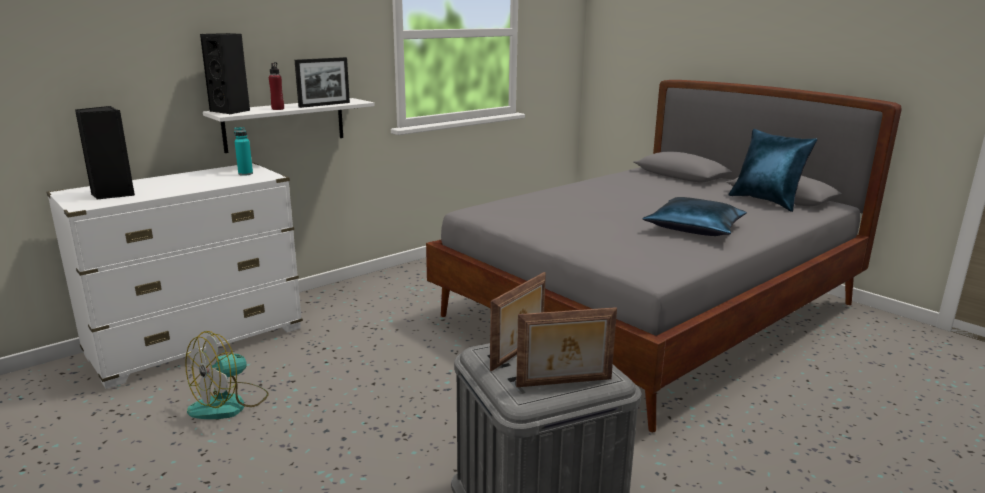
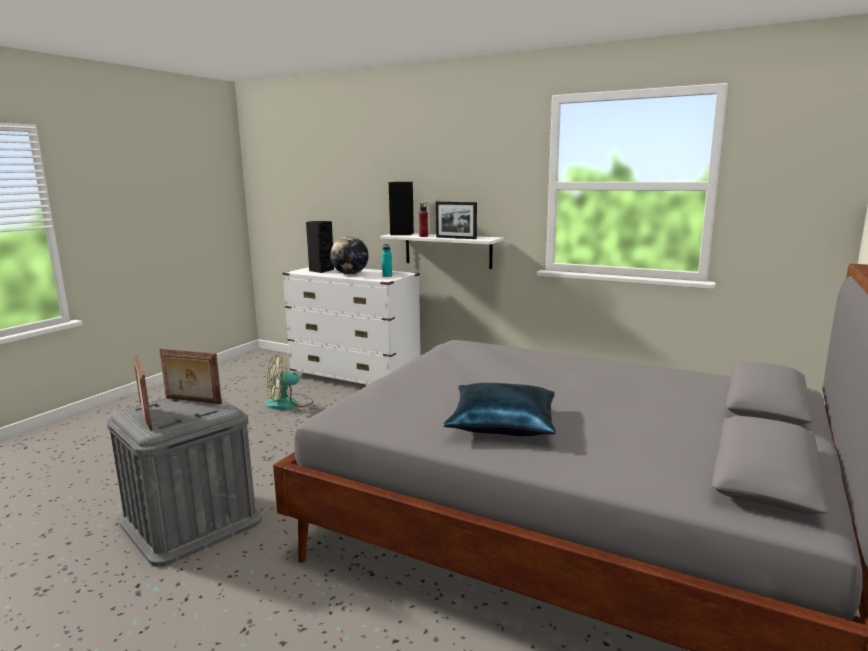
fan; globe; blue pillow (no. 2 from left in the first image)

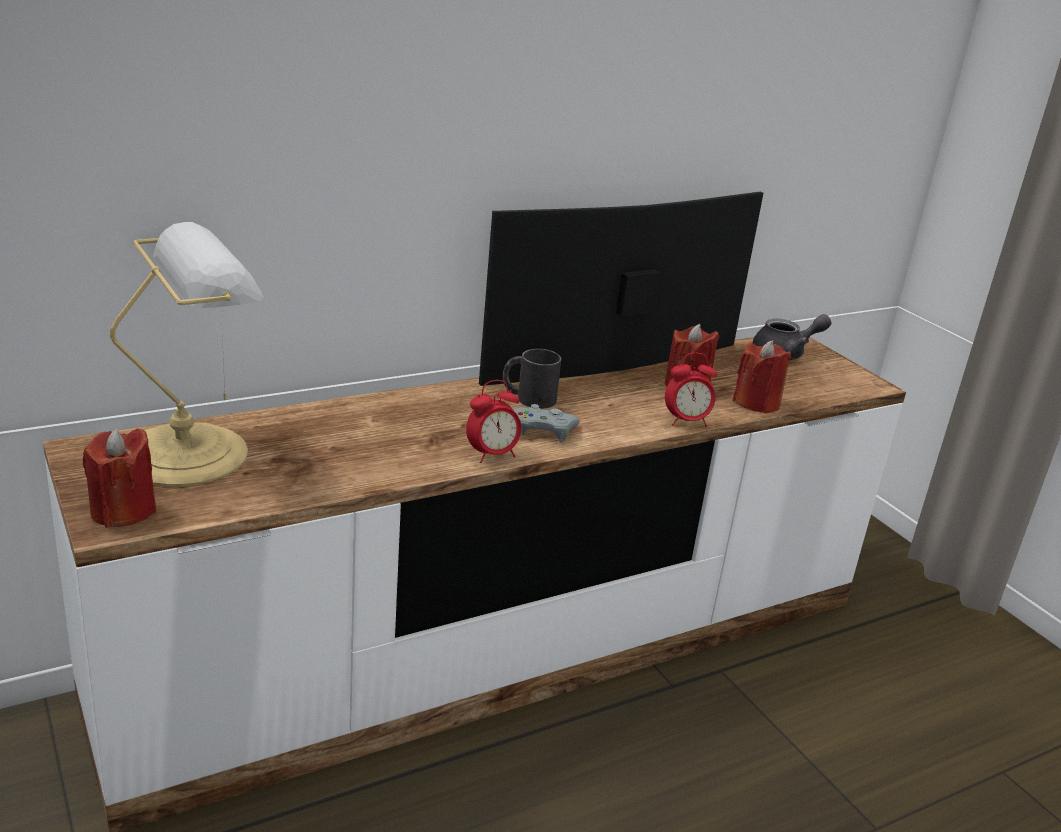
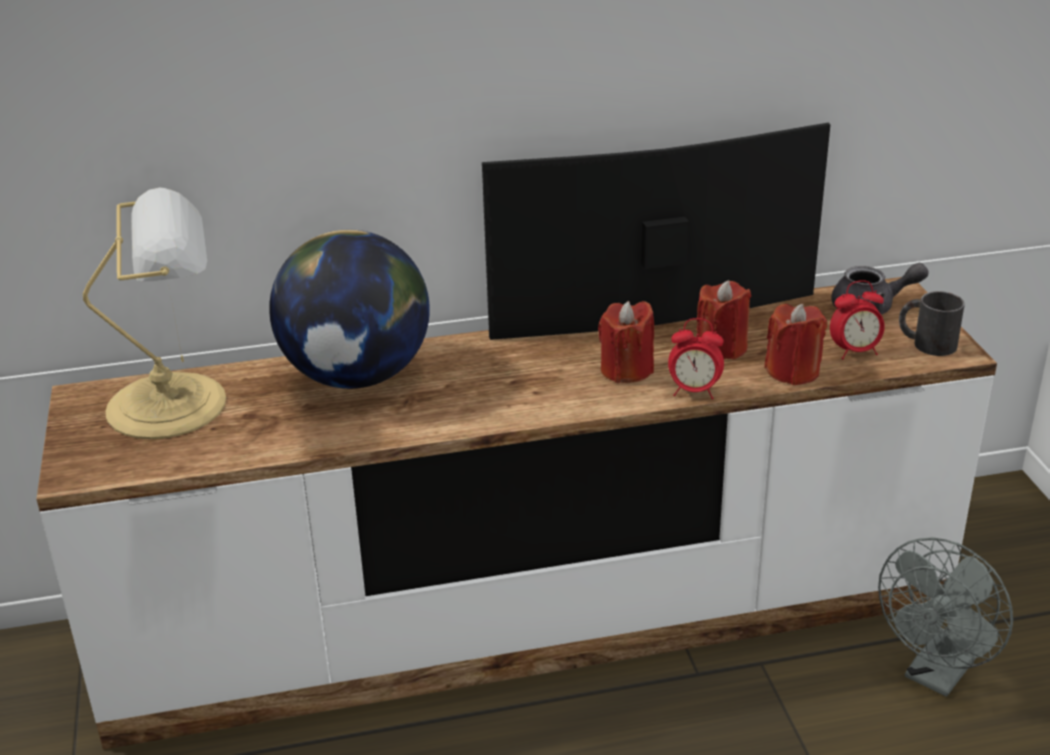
globe; red candle (no. 1 from left); alarm clock (no. 2 from left); grey fan; black mug; grey game controller

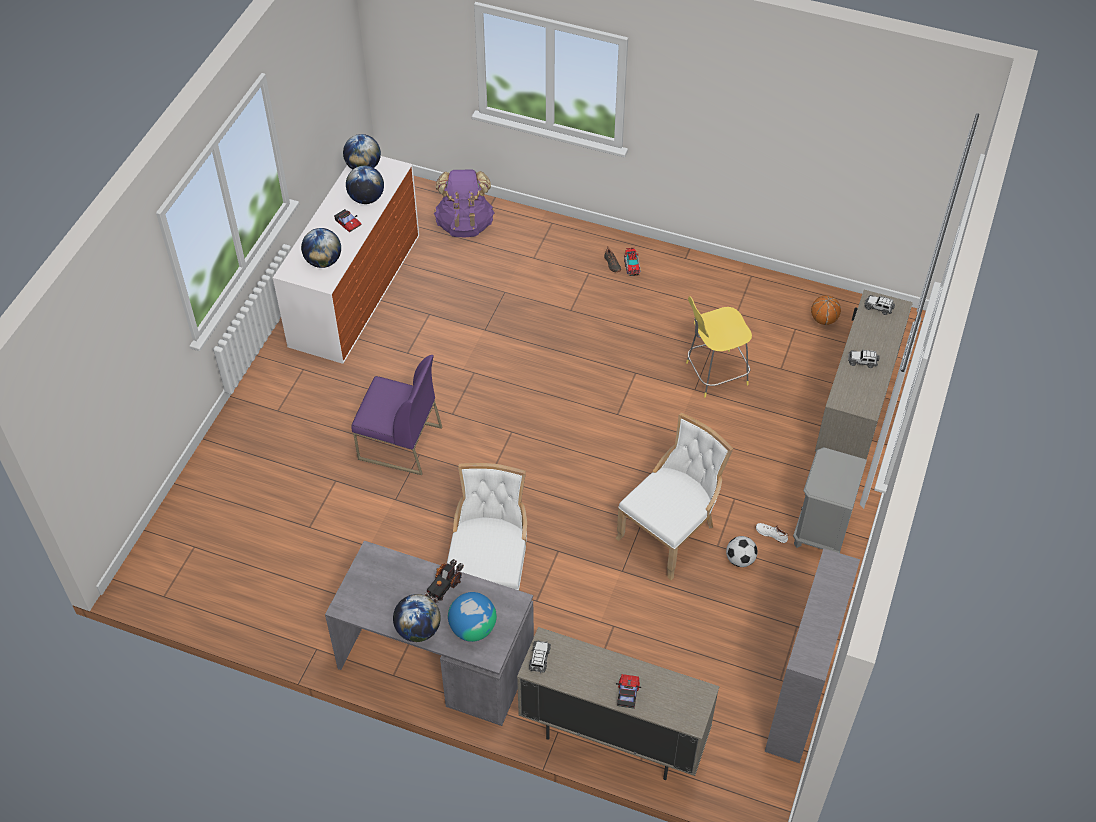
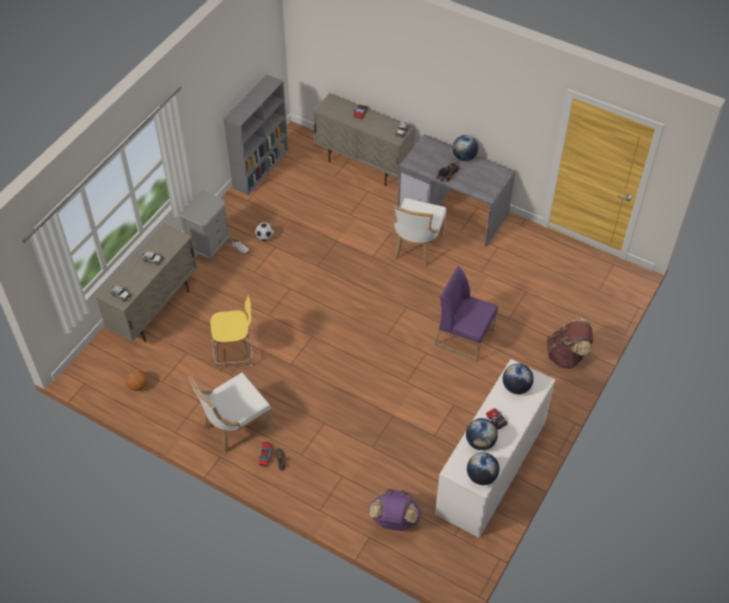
white chair (no. 1 from left); brown backpack; globe (no. 5 from left in the first image)

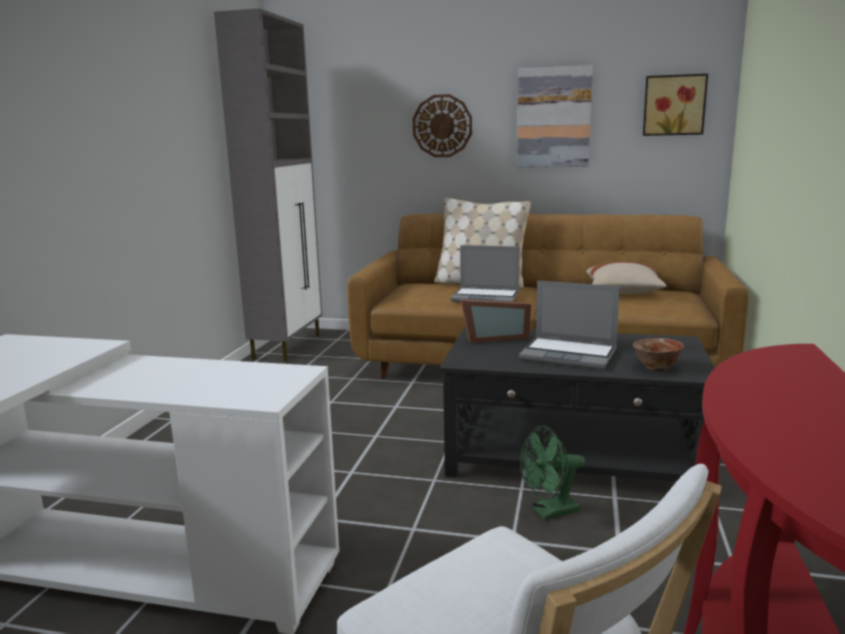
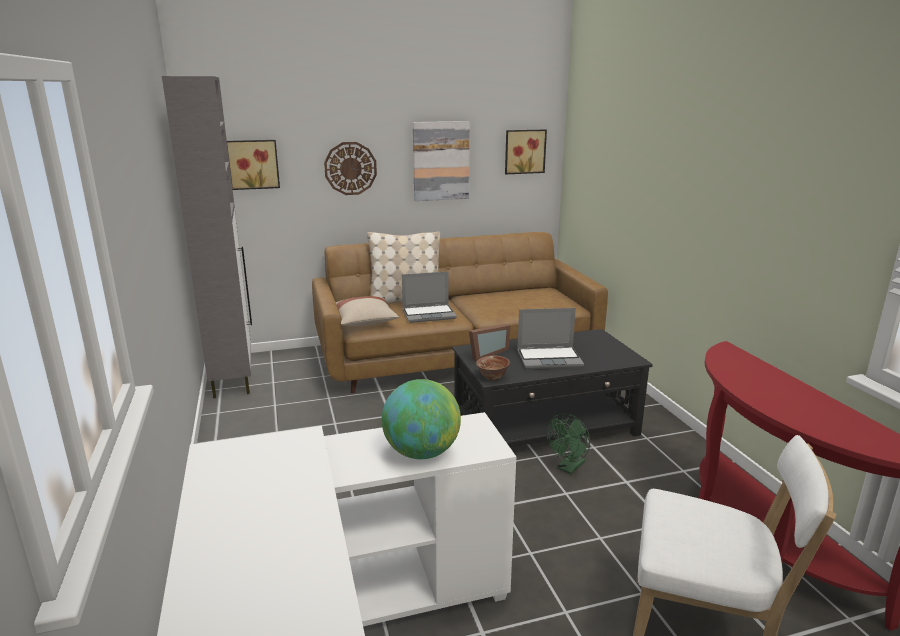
picture (no. 1 from left); beige pillow (no. 1 from left); globe; bowl

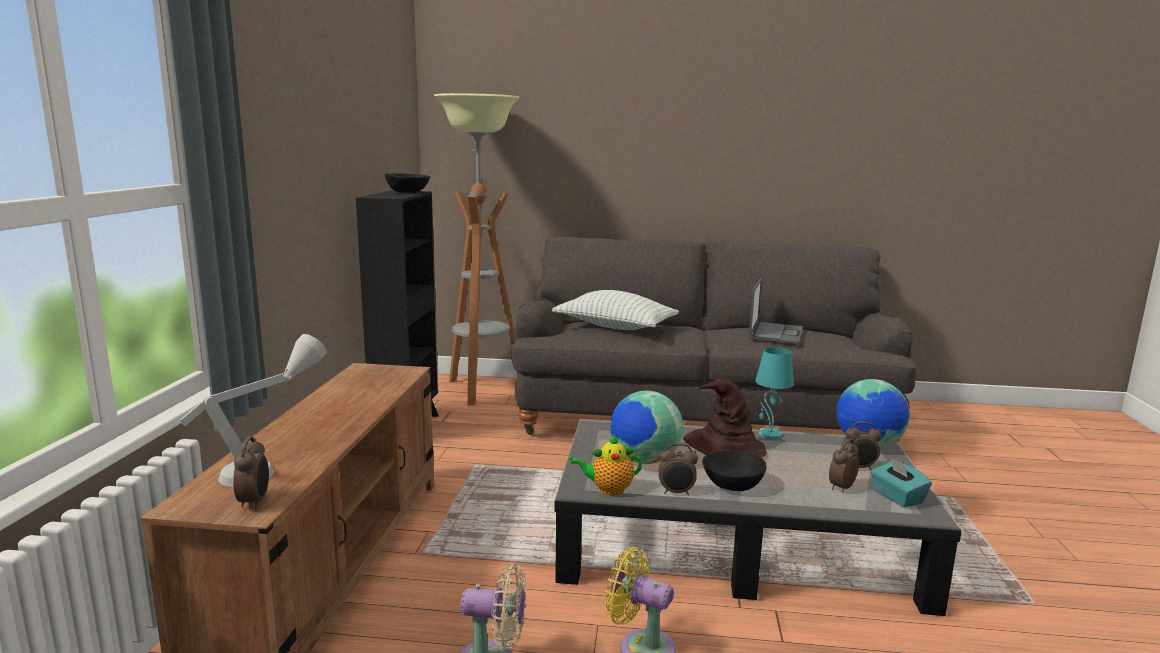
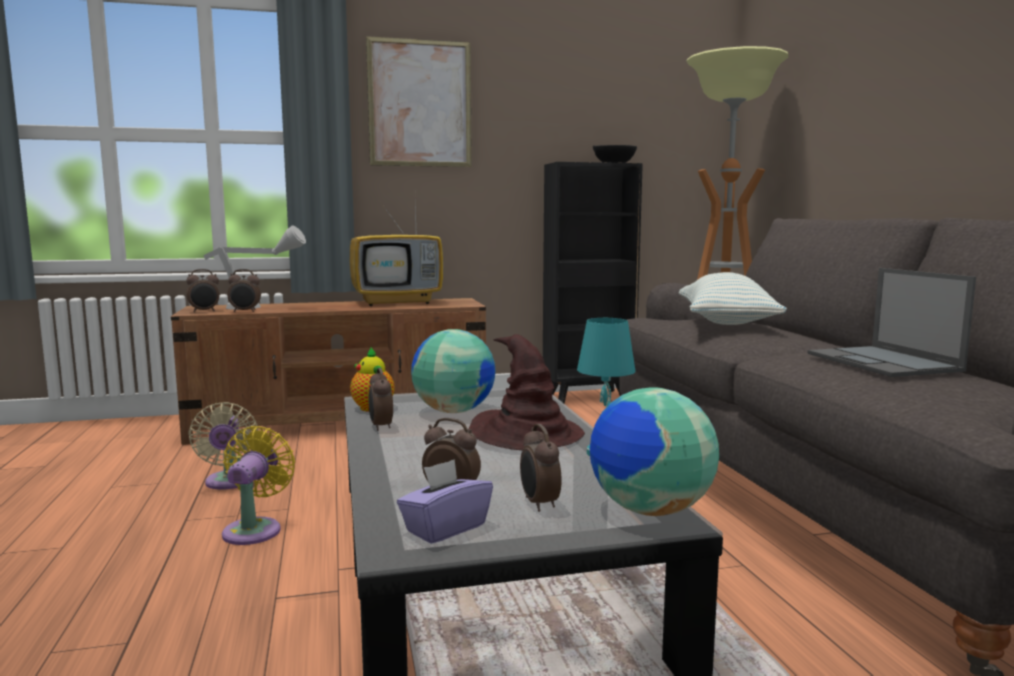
alarm clock (no. 2 from left); television; picture; purple tissue box; laptop; black bowl (no. 2 from left in the first image)

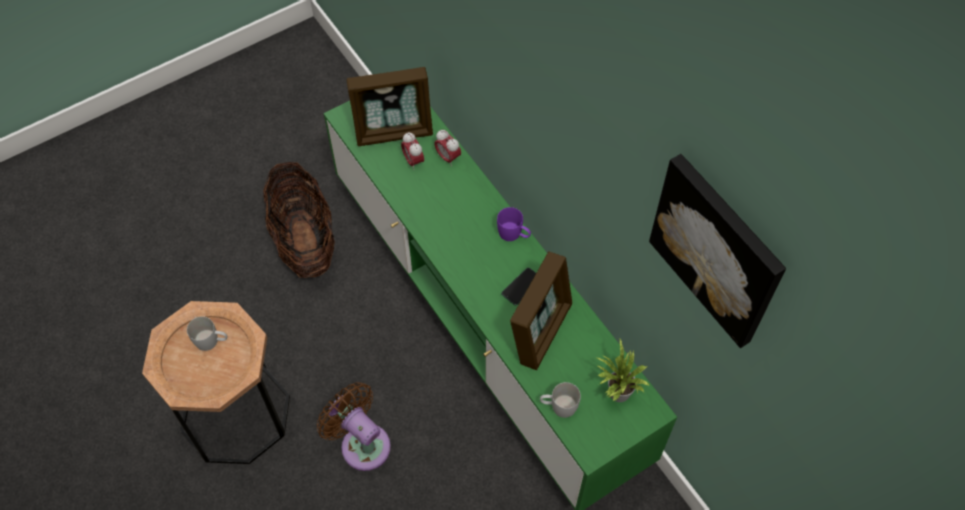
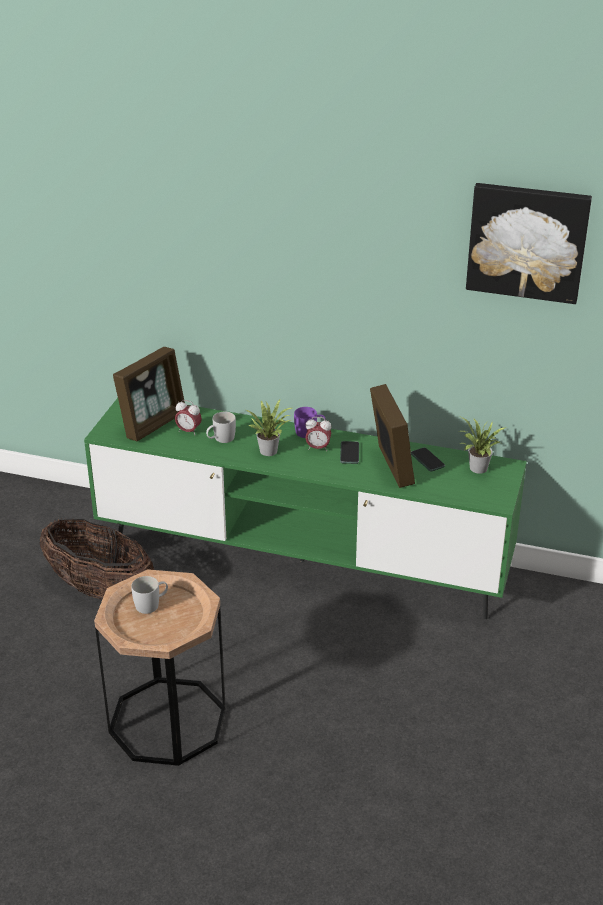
white mug (no. 2 from left); potted plant (no. 1 from left); alarm clock (no. 2 from left); phone (no. 2 from left); brown fan

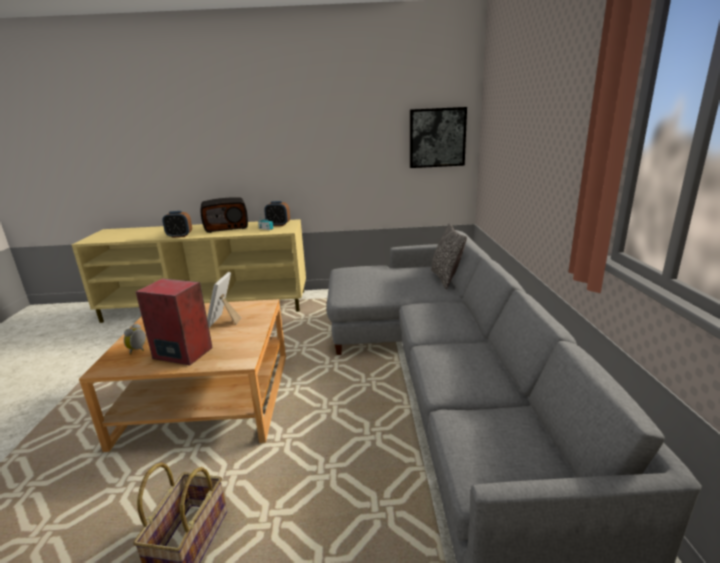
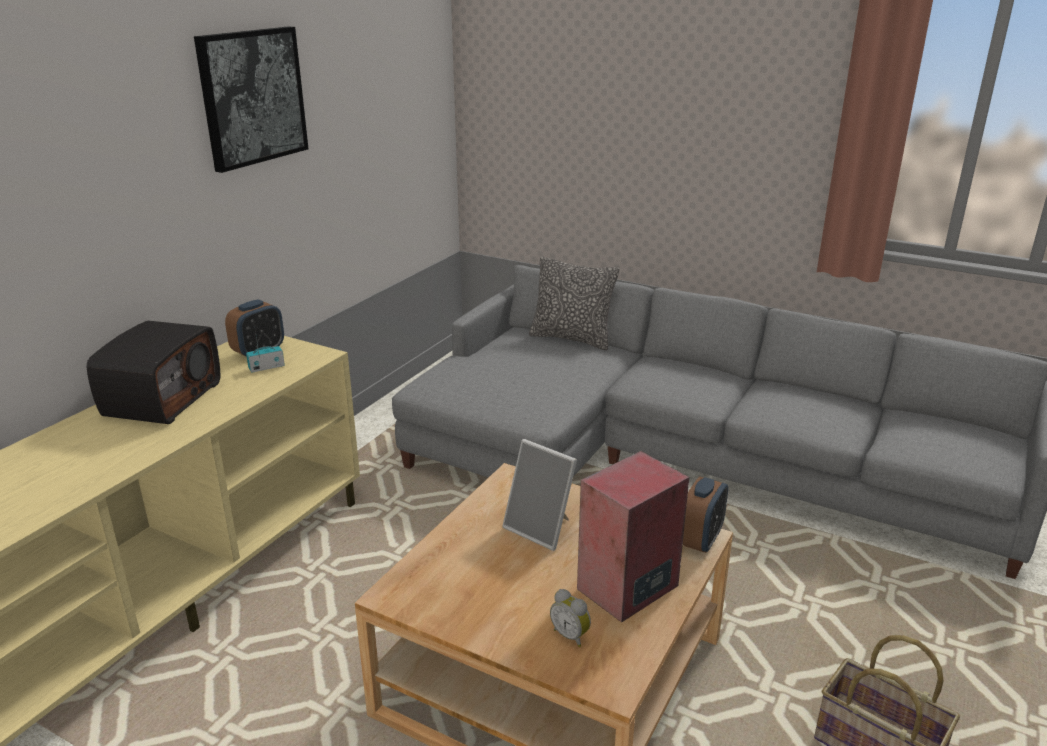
picture; alarm clock (no. 3 from left)

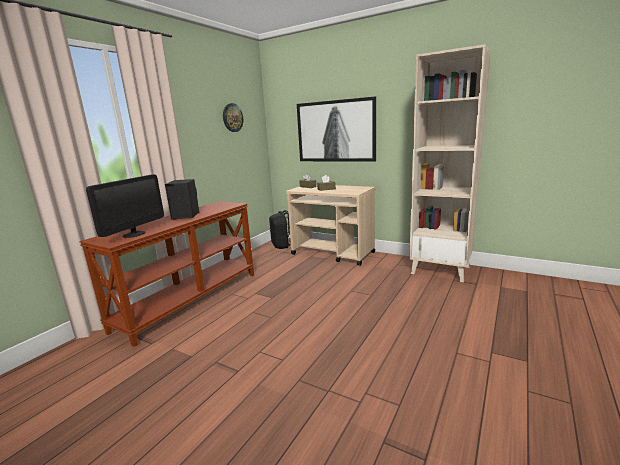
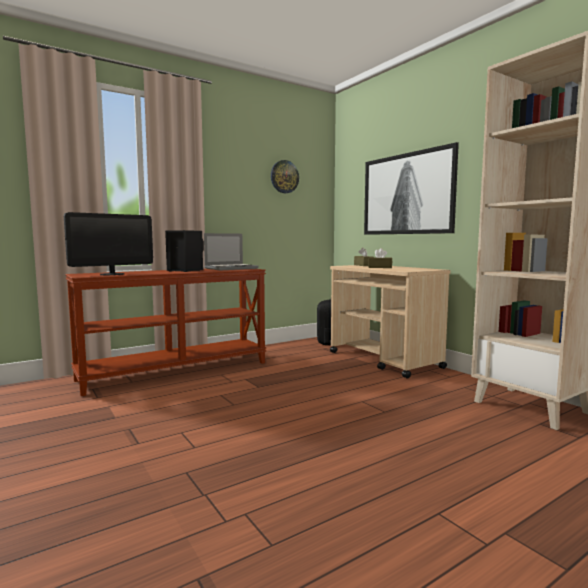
laptop

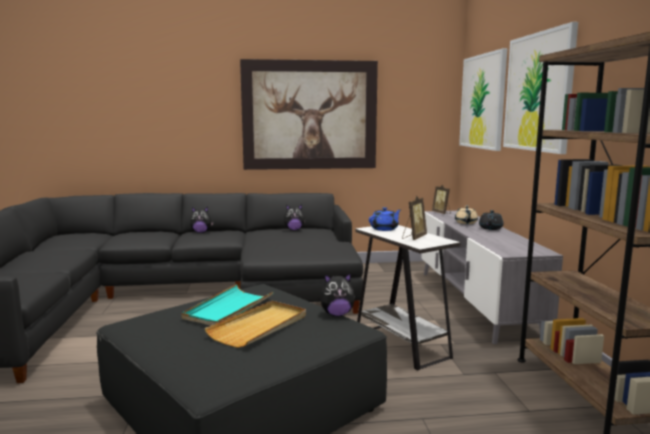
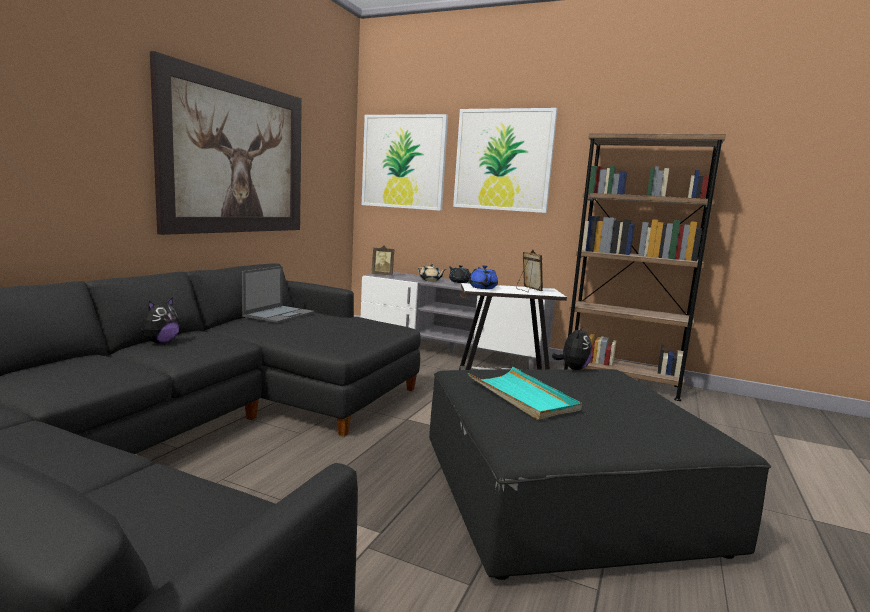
laptop; beige tray

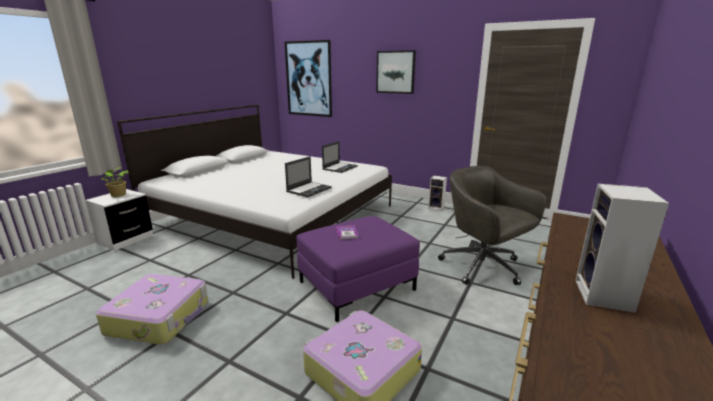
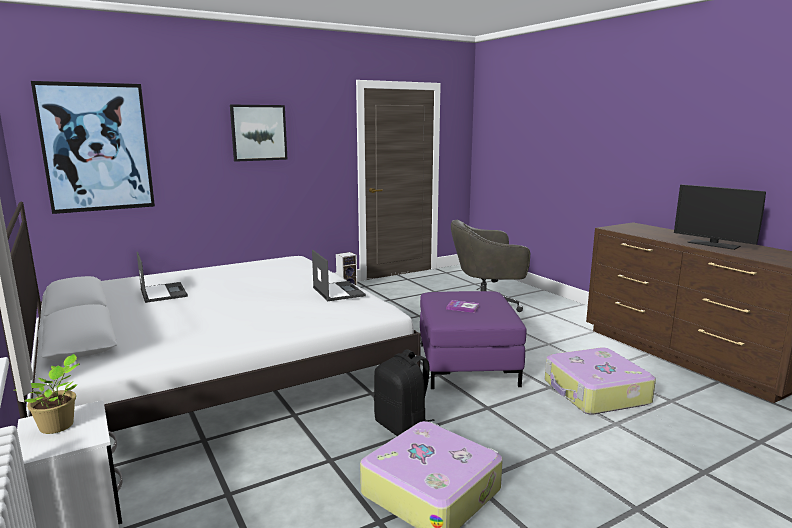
laptop (no. 1 from left); black backpack; monitor

